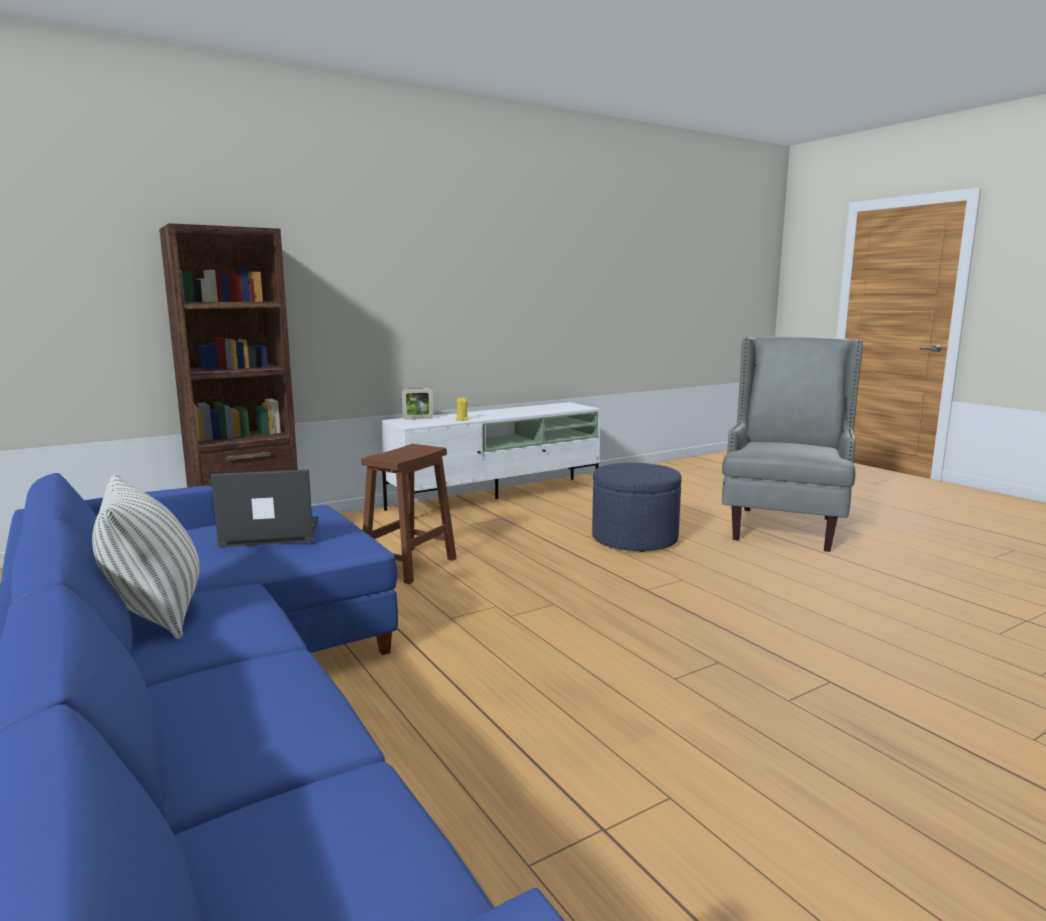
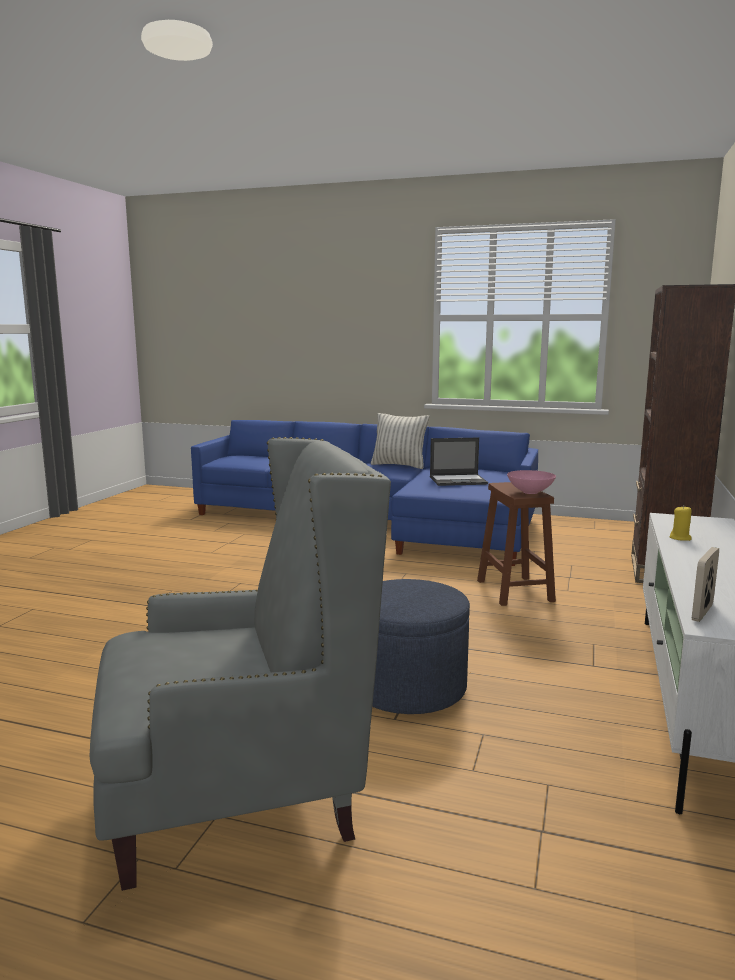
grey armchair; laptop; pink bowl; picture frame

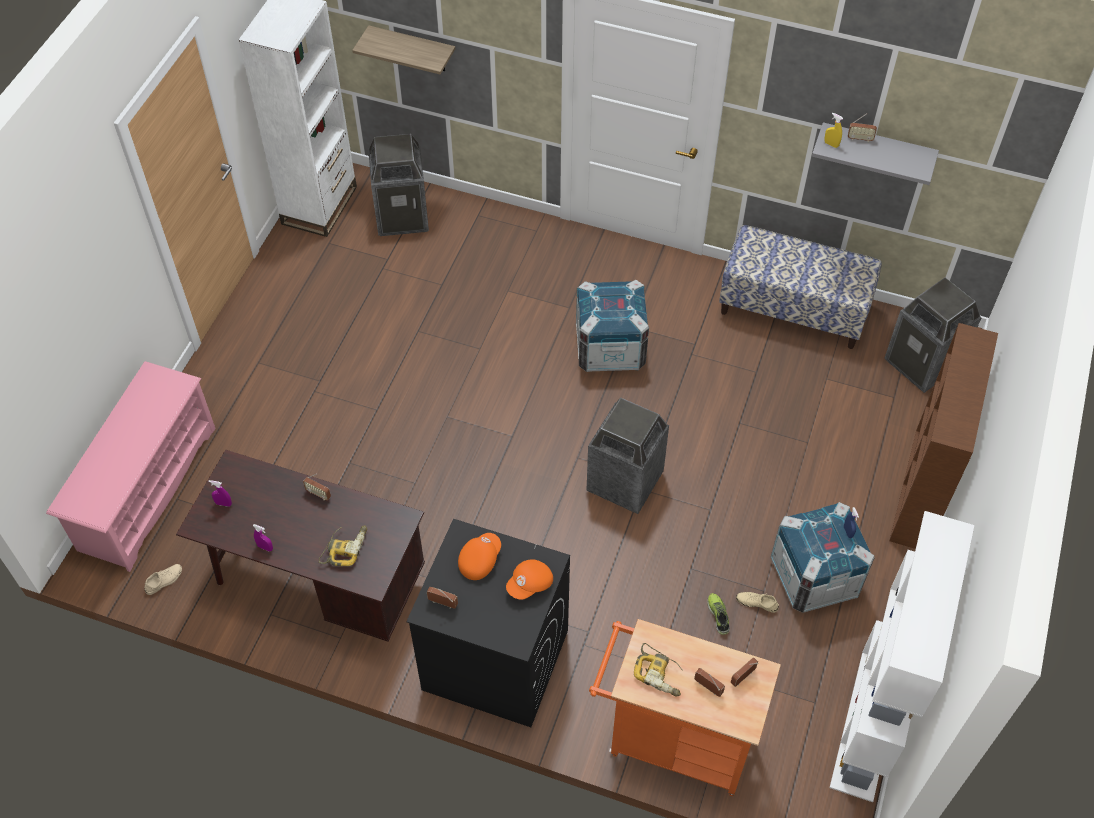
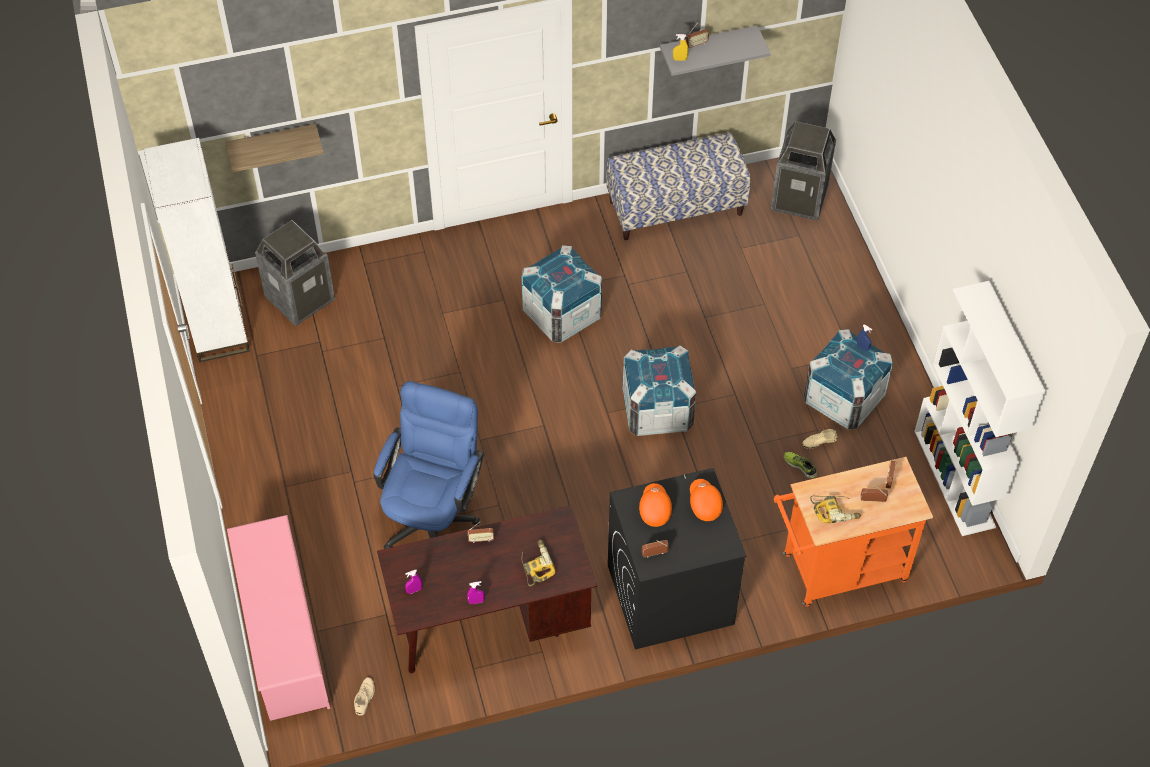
blue office chair; crate (no. 2 from left); orange cap (no. 2 from left); brown bookcase

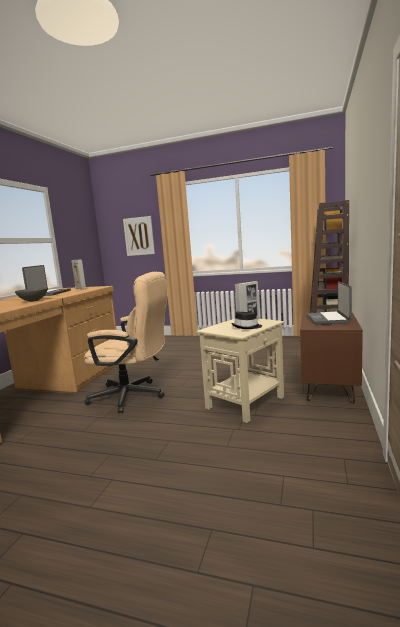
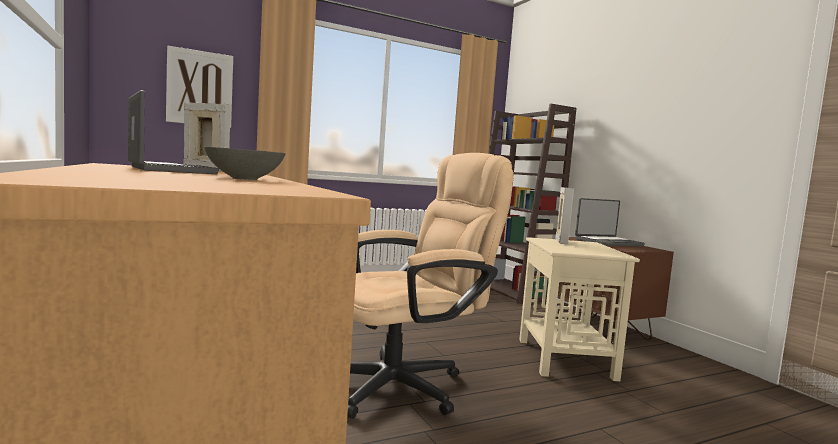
laptop (no. 2 from left); black hat

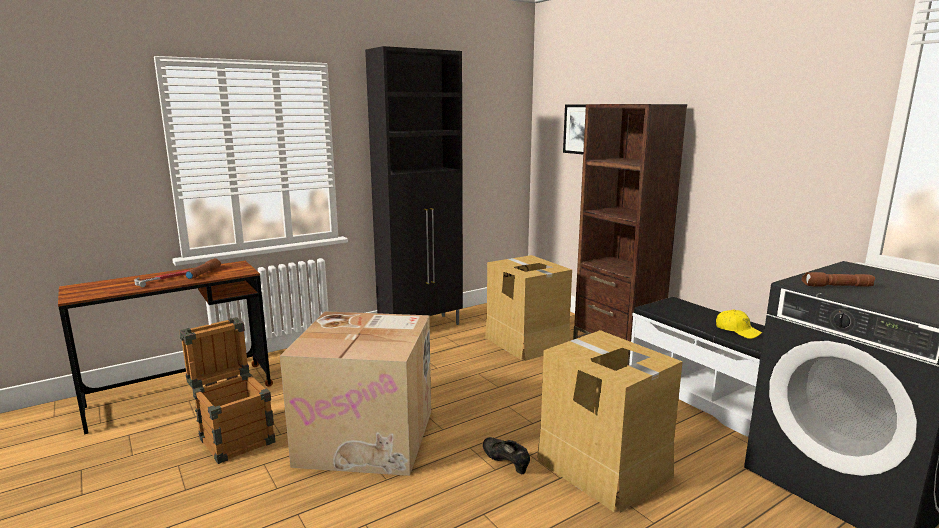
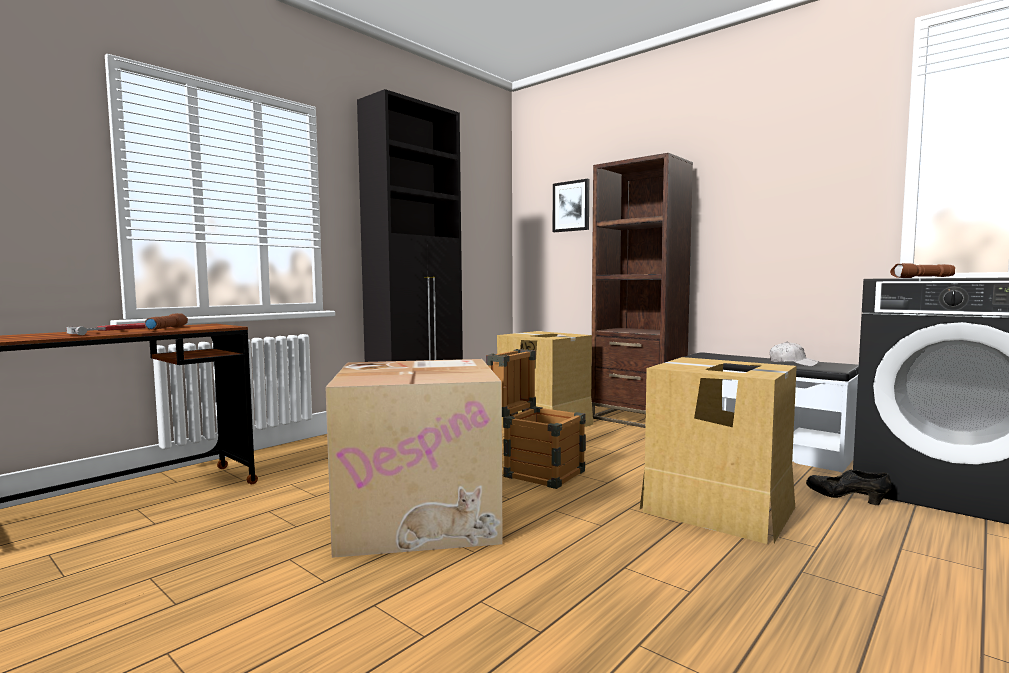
crate; white cap; black shoe

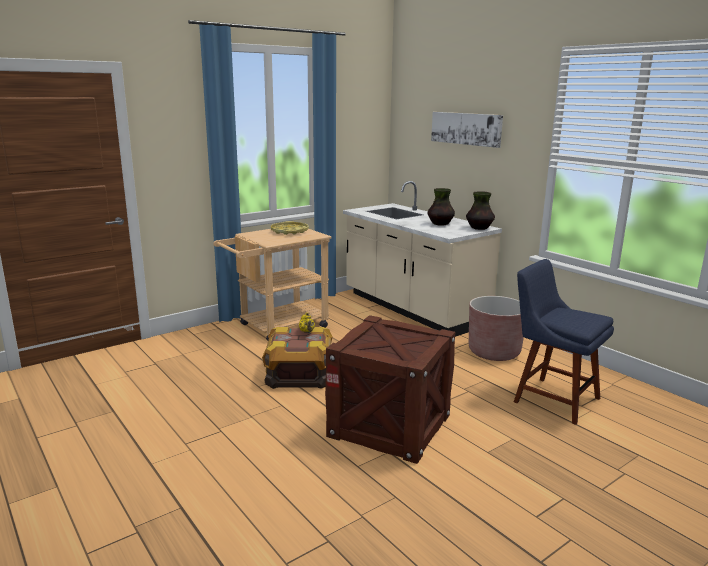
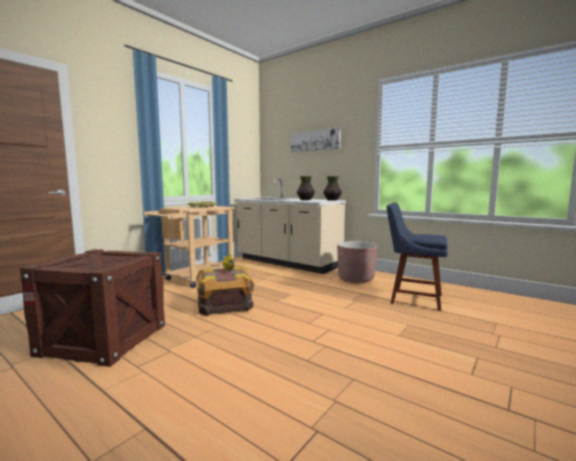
crate (no. 1 from left)

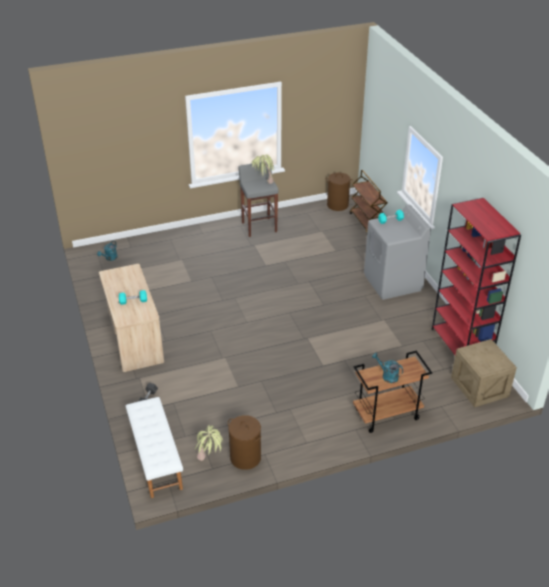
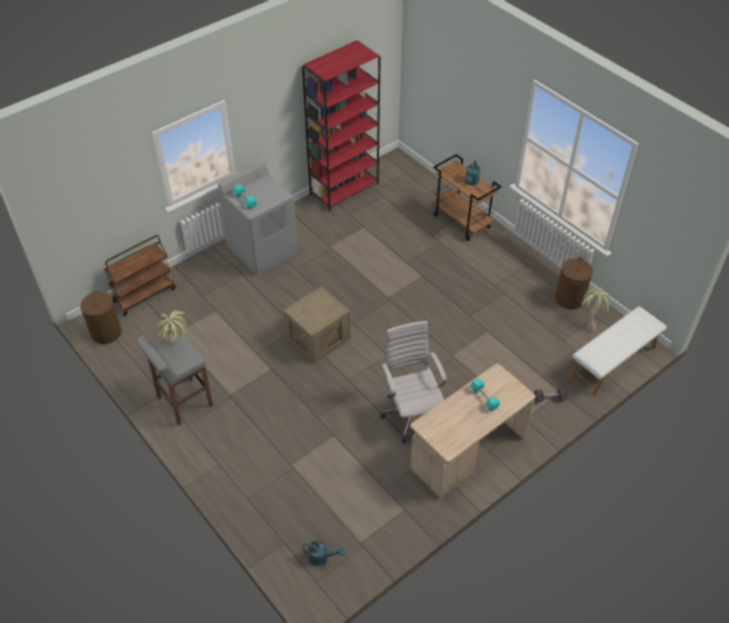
crate; white office chair

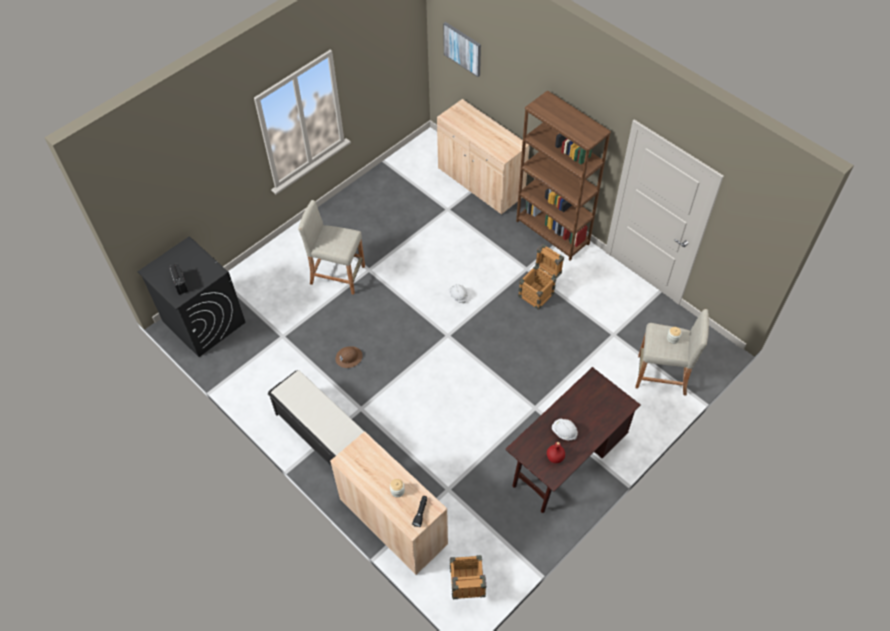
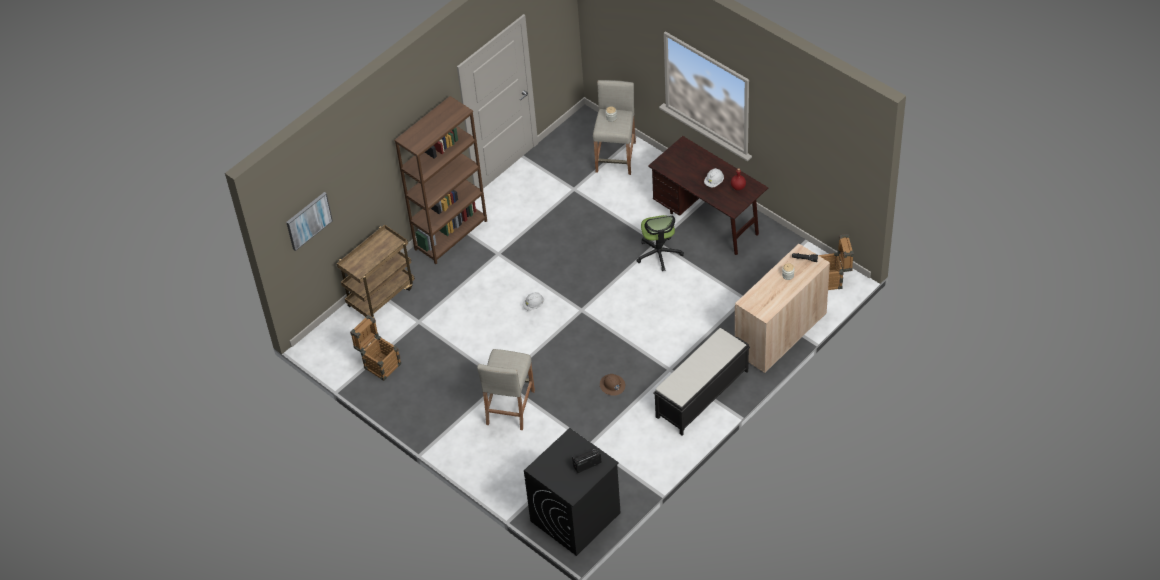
brown cart; crate (no. 1 from left); office chair

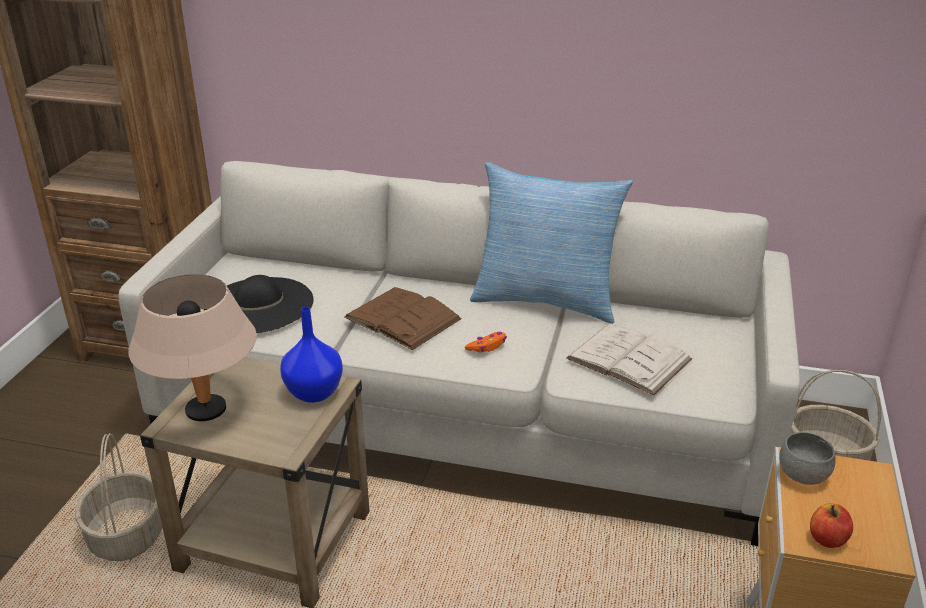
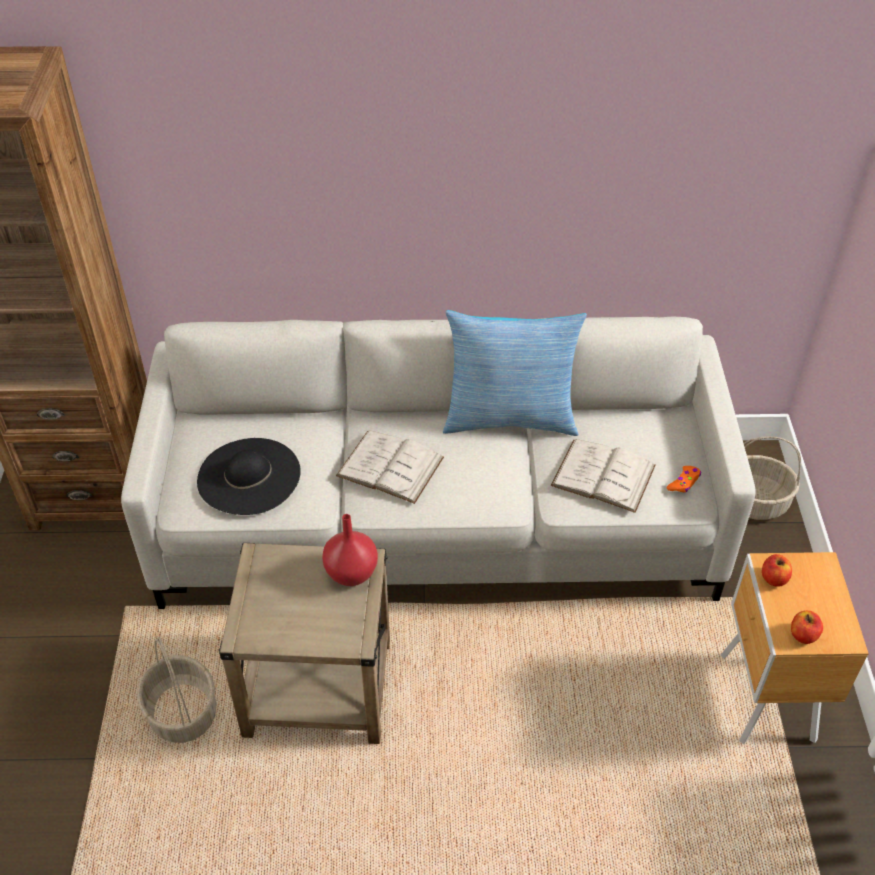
red vase; white book (no. 1 from left); orange game controller; apple (no. 1 from left); beige table lamp

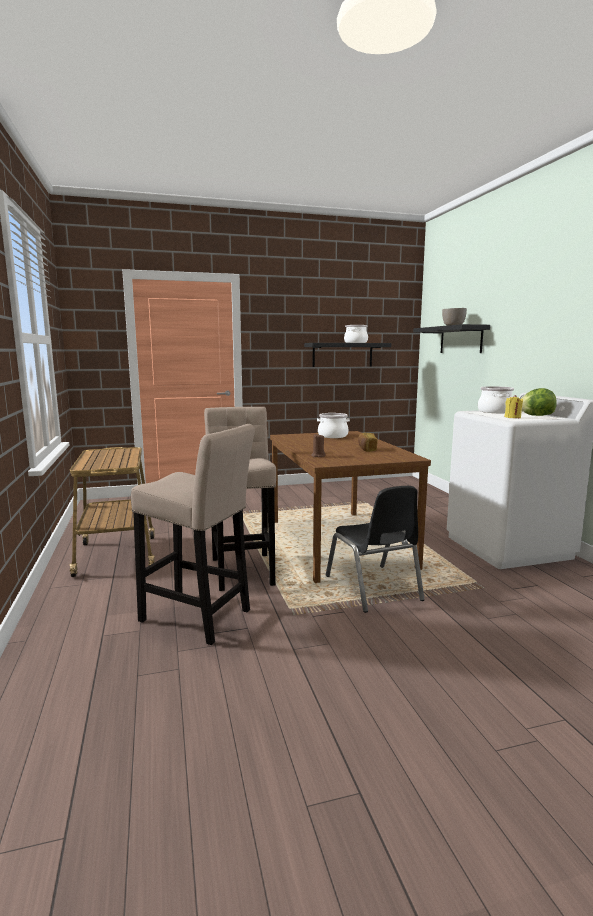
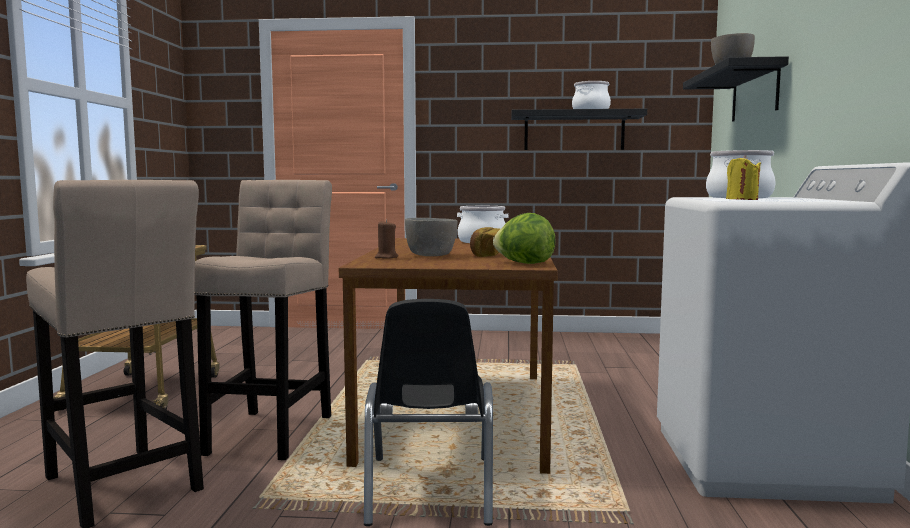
grey bowl (no. 1 from left); lettuce

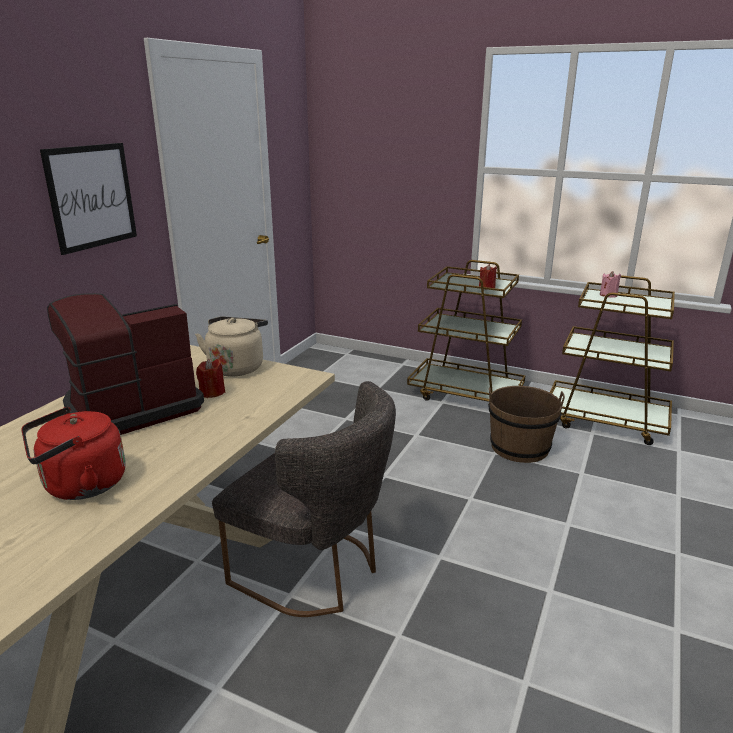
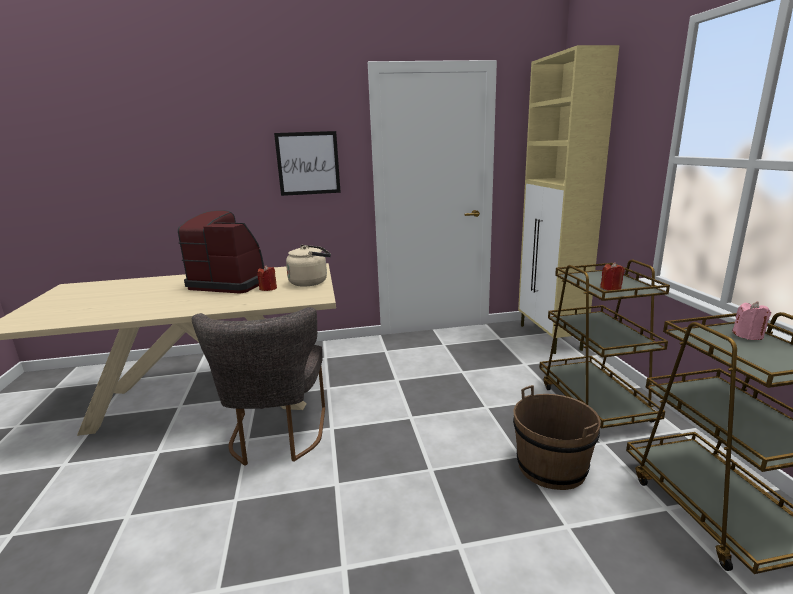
beige cabinet; red kettle

